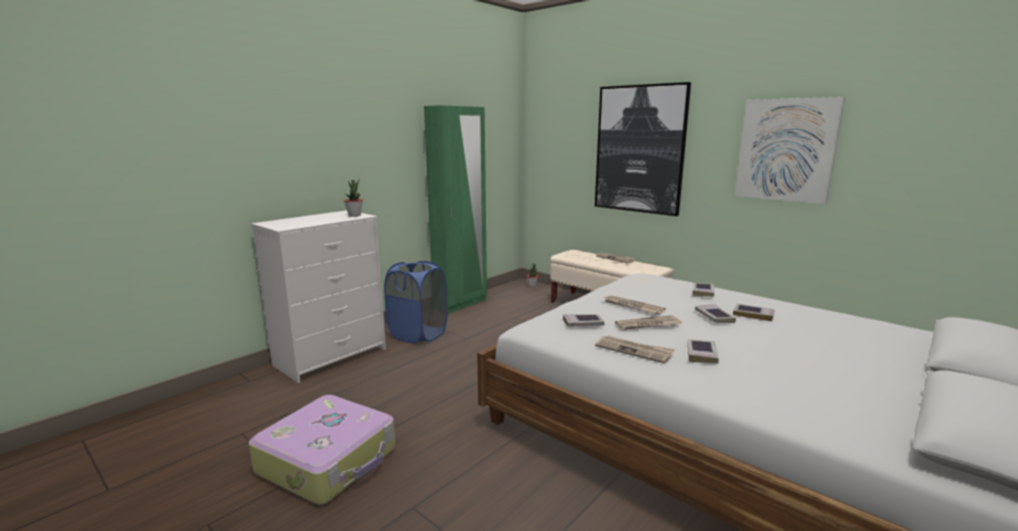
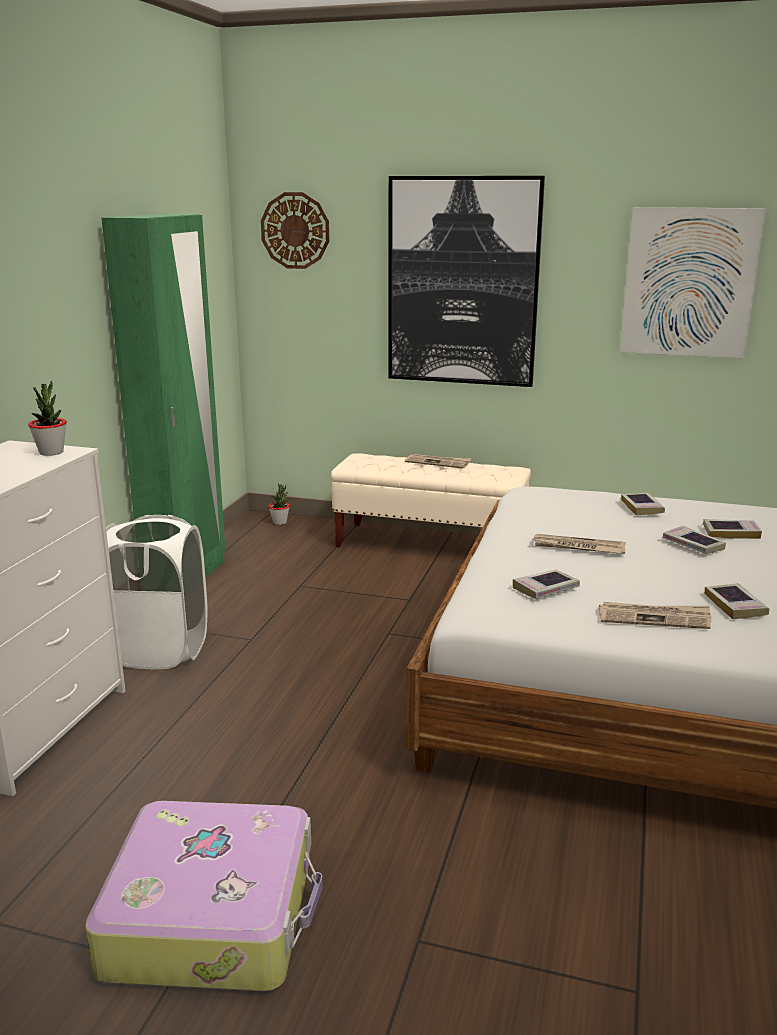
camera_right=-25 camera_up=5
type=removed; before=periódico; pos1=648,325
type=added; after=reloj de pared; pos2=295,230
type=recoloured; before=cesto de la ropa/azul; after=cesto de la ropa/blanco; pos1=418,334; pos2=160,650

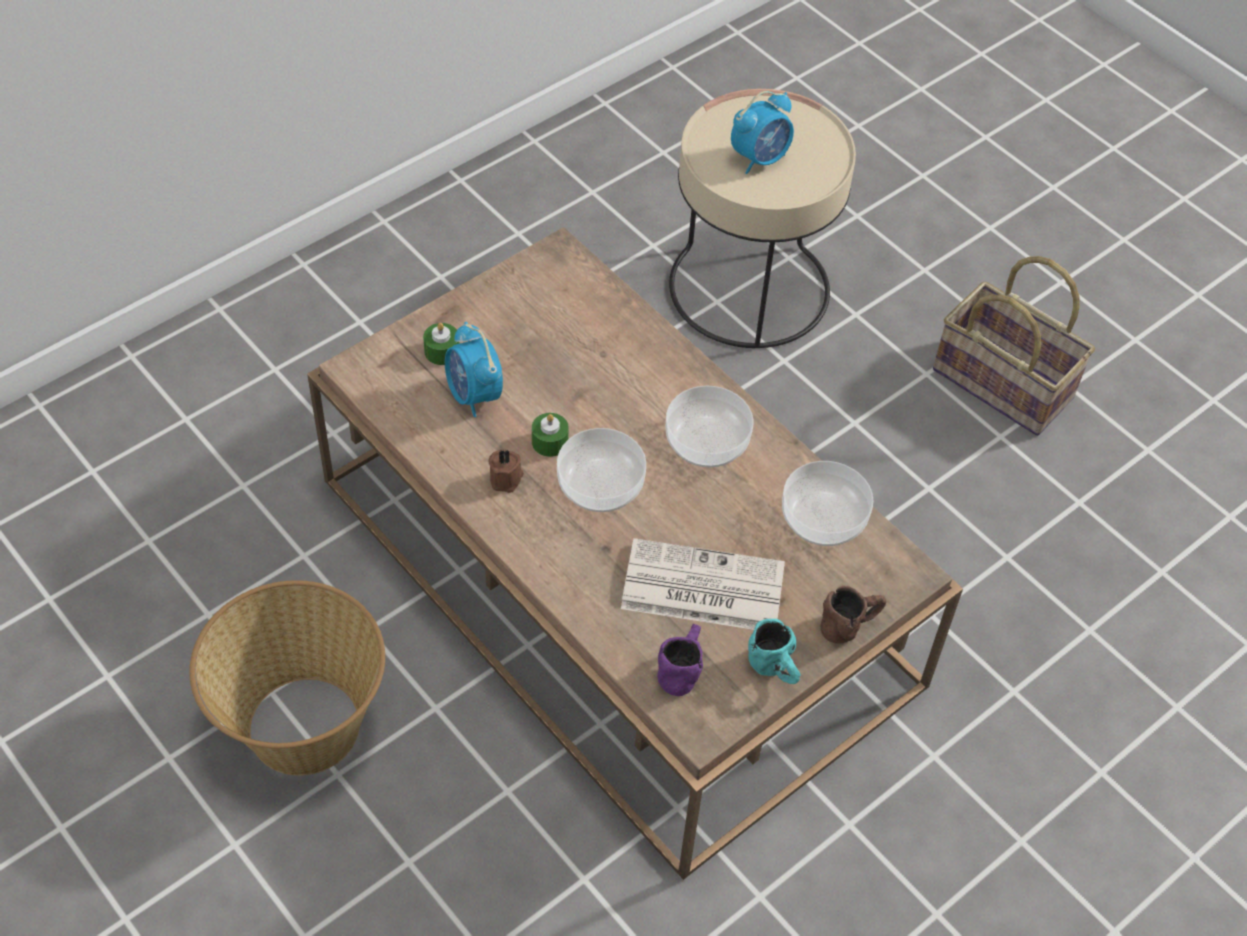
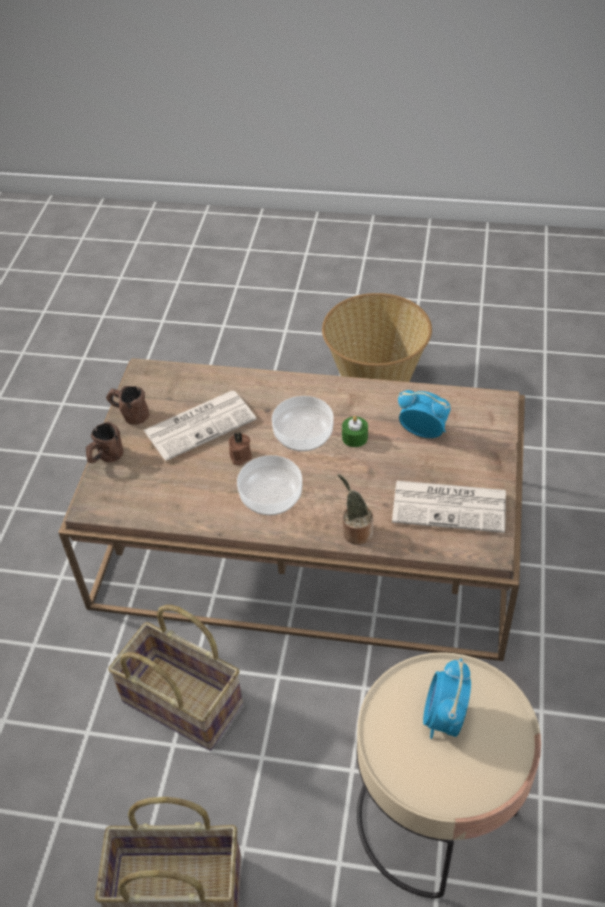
camera_right=145 camera_up=-5
type=removed; before=vela/verde; pos1=442,351
type=removed; before=taza grande/morado; pos1=682,668
type=removed; before=cuenco; pos1=823,518
type=added; after=cesta; pos2=184,701
type=added; after=planta en maceta; pos2=355,532
type=added; after=periódico; pos2=450,506
type=moved; before=vela/marrón; pos1=507,479; pos2=239,456
type=recoloured; before=taza grande/turquesa; after=taza grande/marrón; pos1=775,670; pos2=129,414

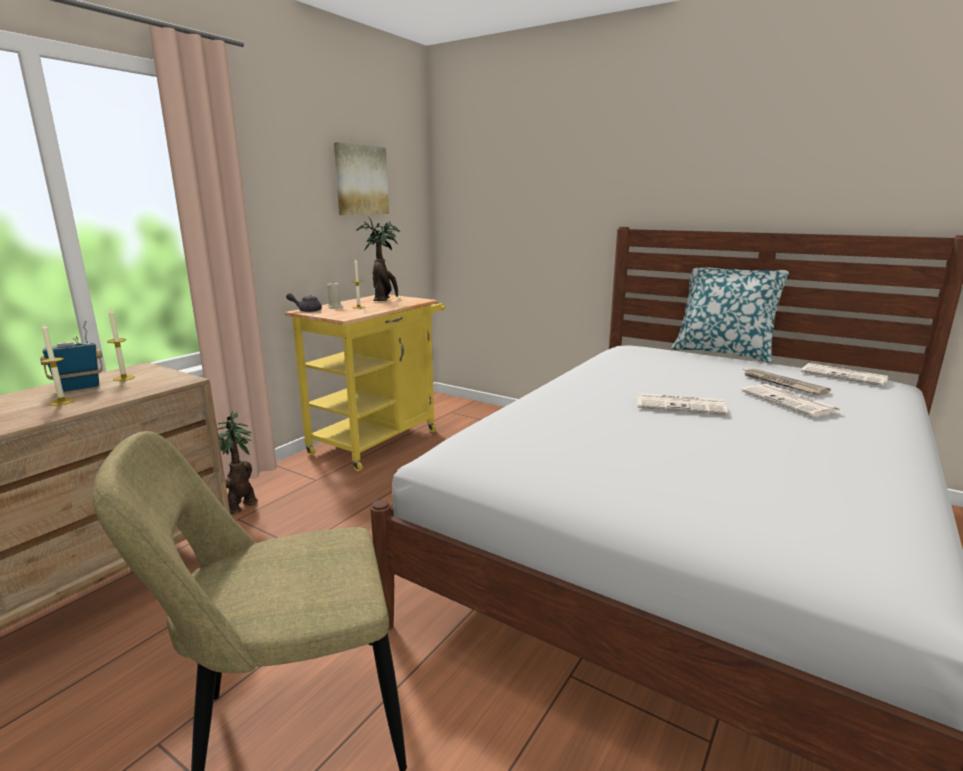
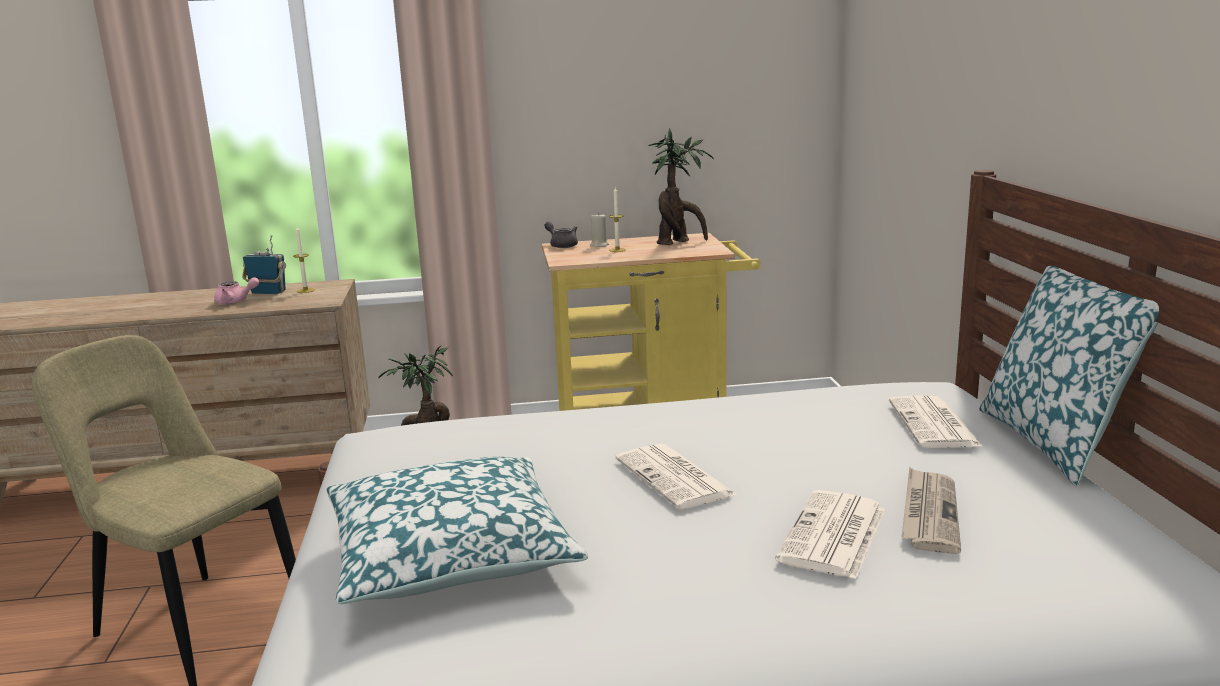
camera_right=50 camera_up=0
type=removed; before=cuadro; pos1=360,180
type=added; after=cojín; pos2=450,553
type=moved; before=periódico; pos1=845,376; pos2=935,424
type=replaced; before=vela; after=tetera/rosa; pos1=62,402; pos2=236,302

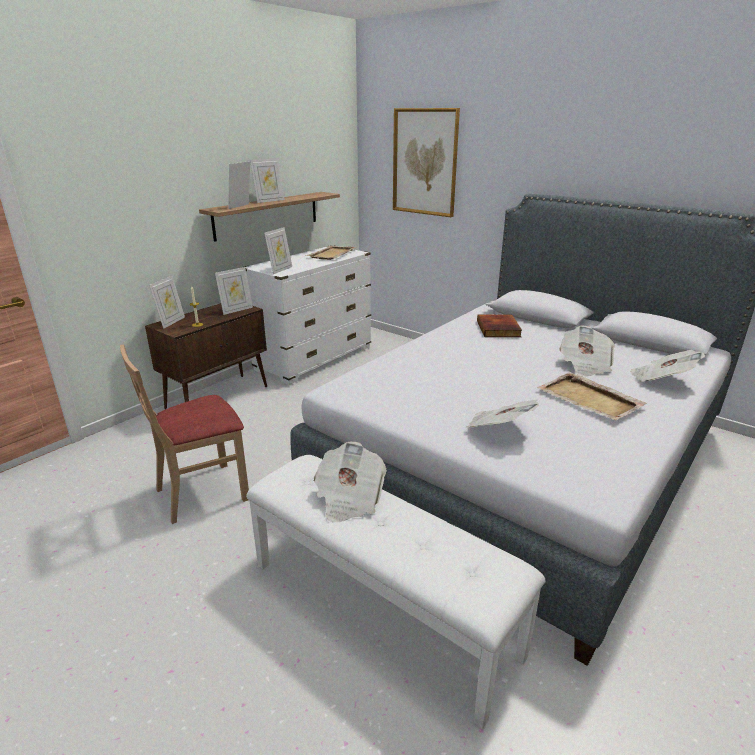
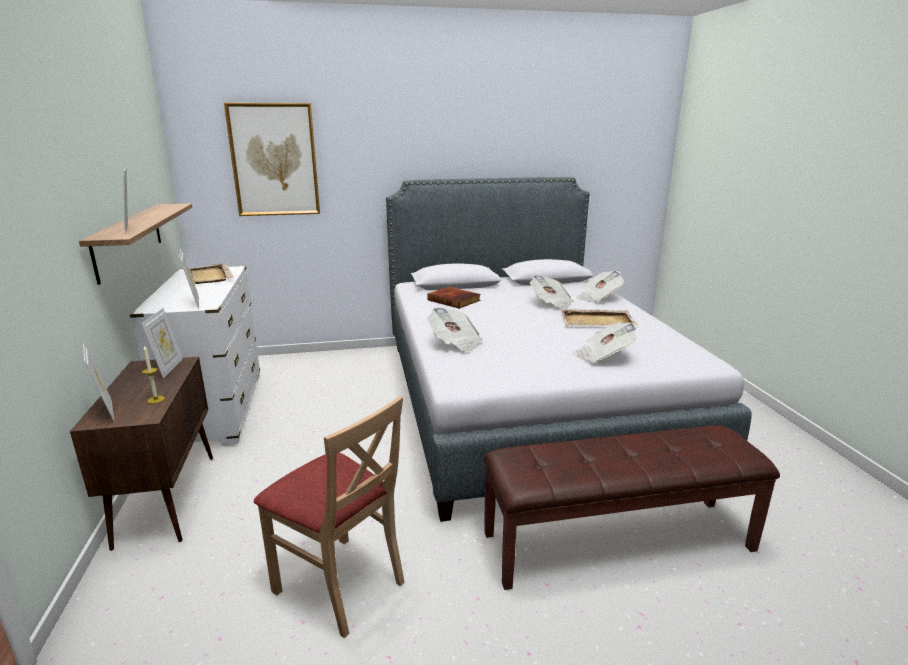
camera_right=-50 camera_up=-5
type=removed; before=portarretratos; pos1=269,201
type=moved; before=periódico; pos1=349,498; pos2=455,343
type=recoloured; before=banco/blanco; after=banco/marrón; pos1=382,607; pos2=617,540
type=turned; before=silla/beis; pos1=202,492; pos2=340,584; turn=-60

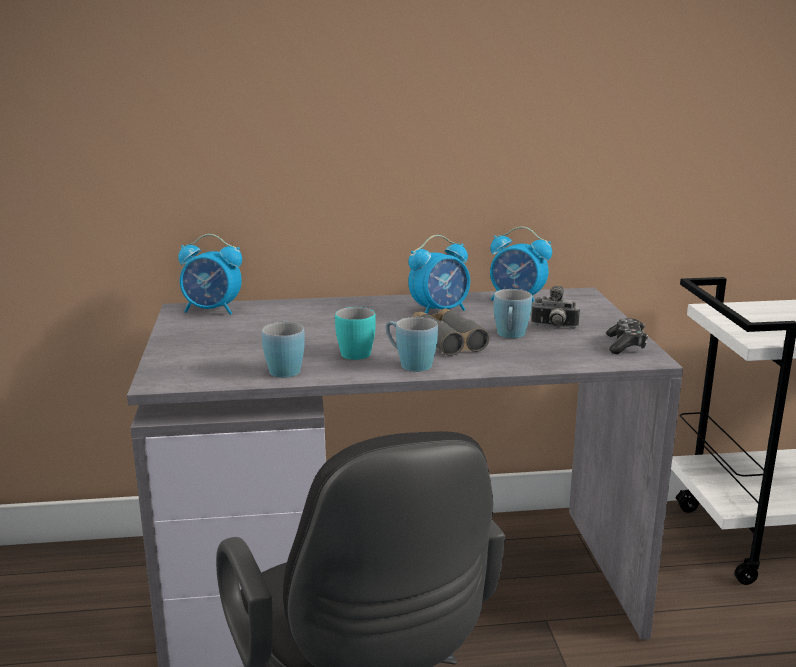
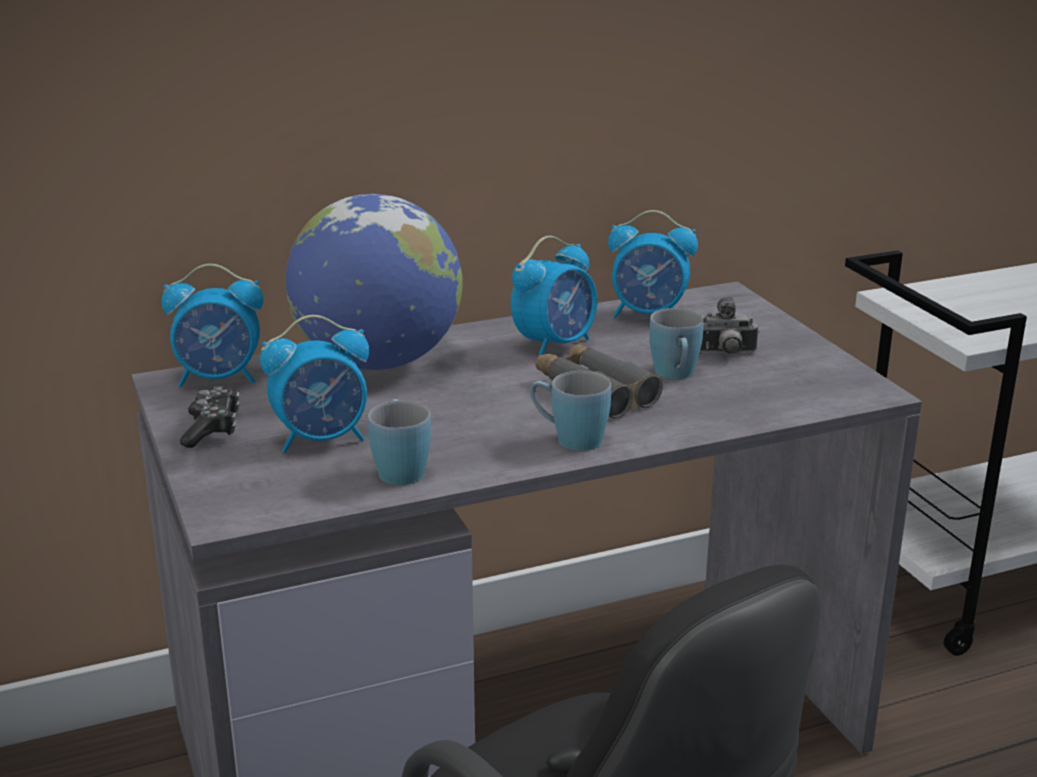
camera_right=-15 camera_up=5
type=removed; before=taza grande/turquesa; pos1=356,351
type=added; after=despertador; pos2=322,439
type=added; after=globo terráqueo; pos2=378,362
type=moved; before=mando de consola; pos1=626,345; pos2=212,428

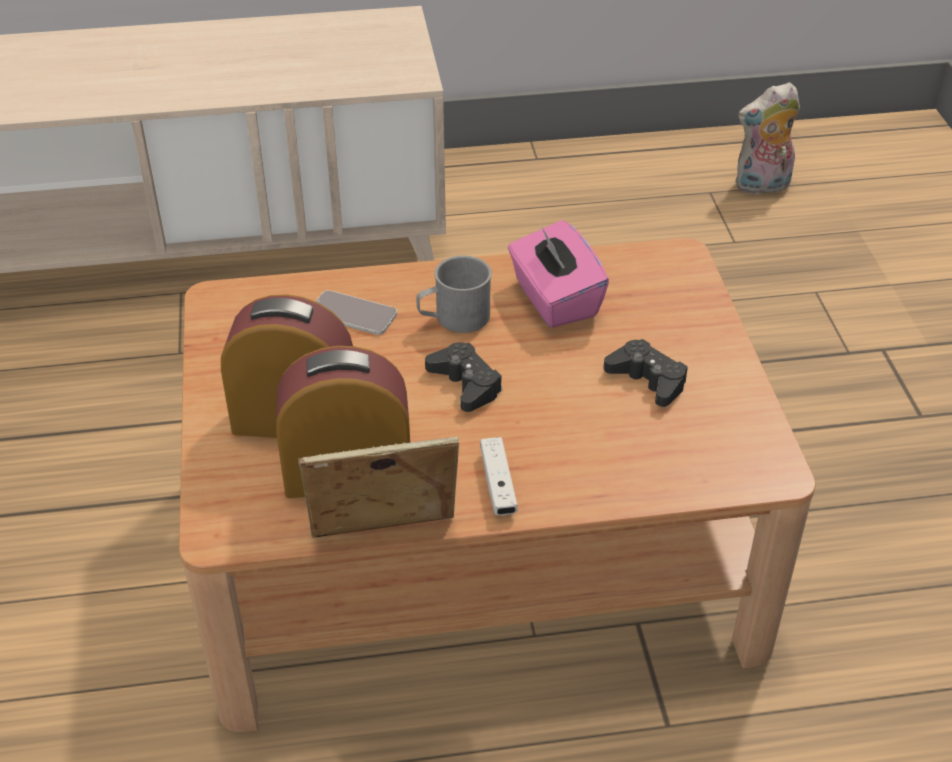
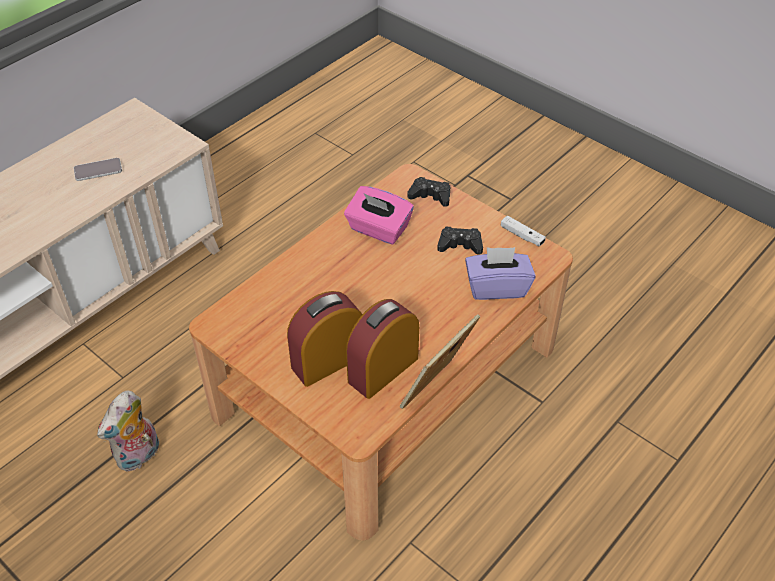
camera_right=-40 camera_up=5
type=removed; before=taza grande/gris; pos1=454,318
type=added; after=caja de pañuelos/morado; pos2=497,287
type=moved; before=móvil; pos1=353,314; pos2=98,170
type=moved; before=mando de consola/negro; pos1=465,384; pos2=430,196
type=moved; before=mando de consola/blanco; pos1=498,484; pos2=522,235
type=moved; before=peluche; pos1=762,186; pos2=139,456

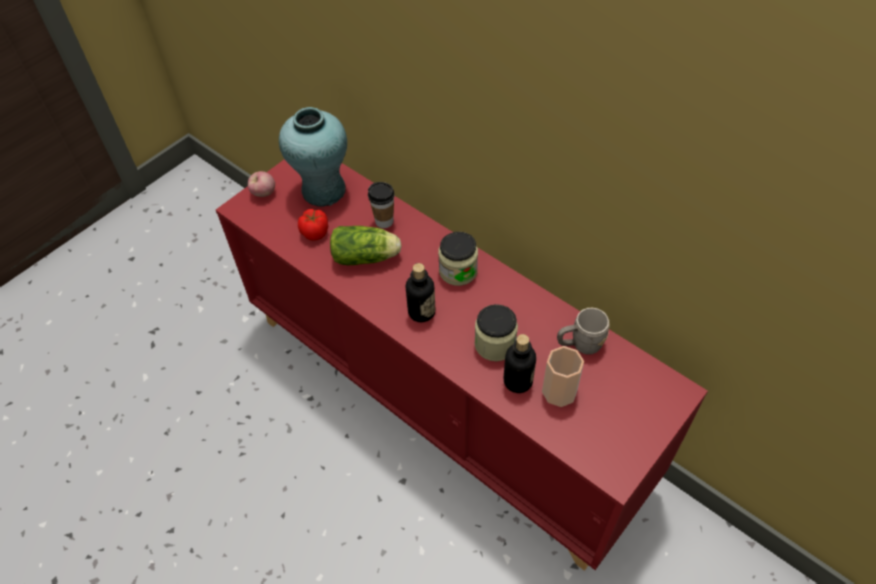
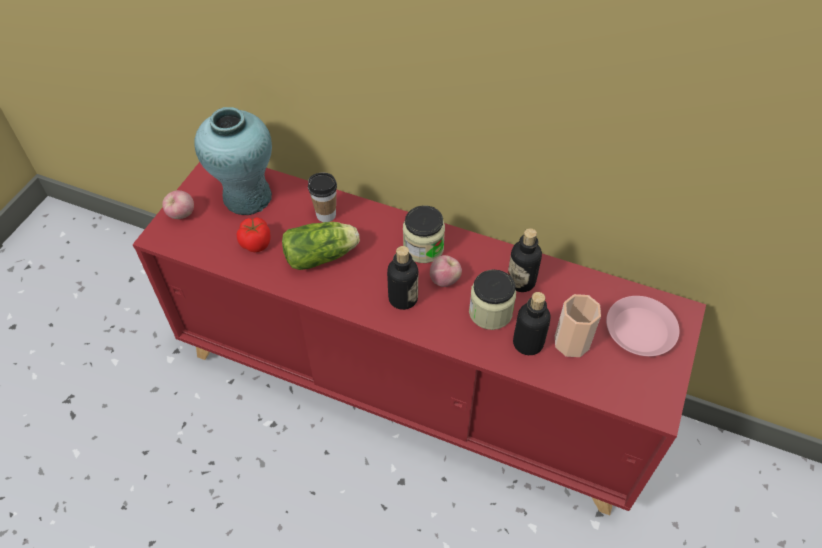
camera_right=-20 camera_up=0
type=removed; before=taza grande/gris; pos1=580,344
type=added; after=manzana; pos2=445,280
type=added; after=botella; pos2=521,281
type=added; after=plato/rosa; pos2=640,330

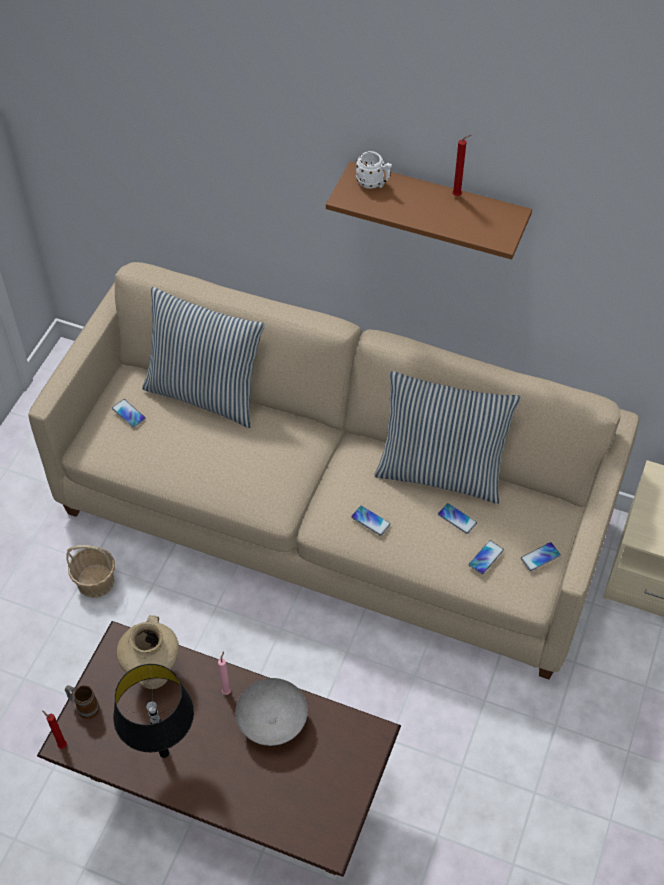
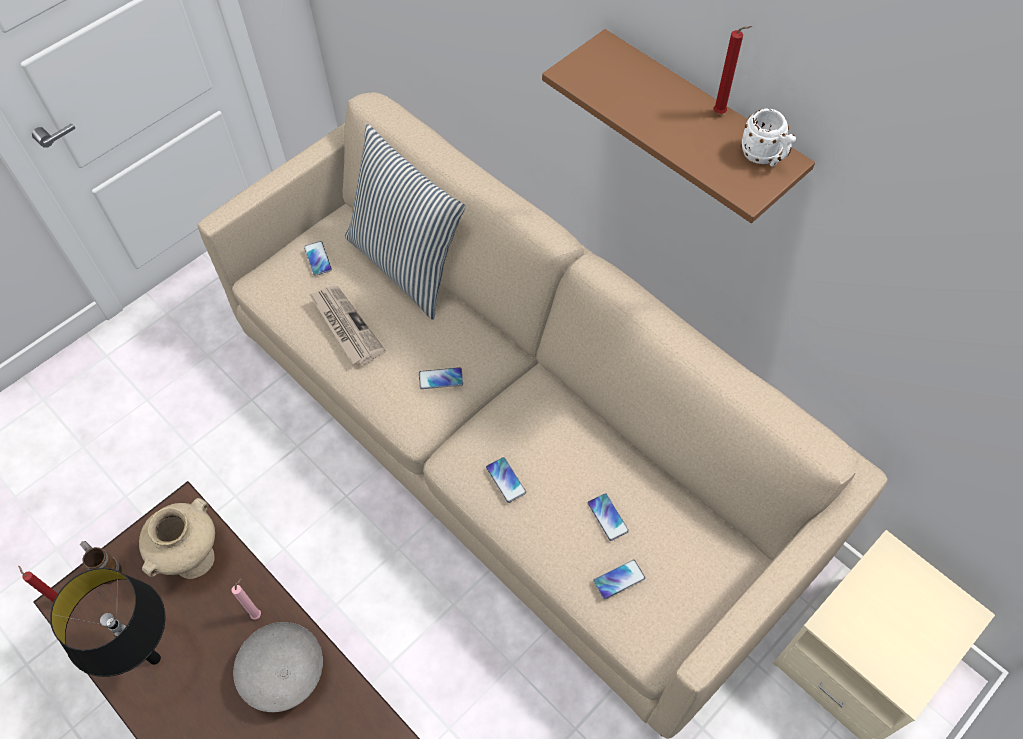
camera_right=25 camera_up=5
type=removed; before=cesta; pos1=96,581
type=removed; before=cojín; pos1=440,472
type=added; after=periódico; pos2=345,326
type=moved; before=taza grande/blanco; pos1=374,184; pos2=764,157
type=moved; before=móvil; pos1=540,557; pos2=441,379

